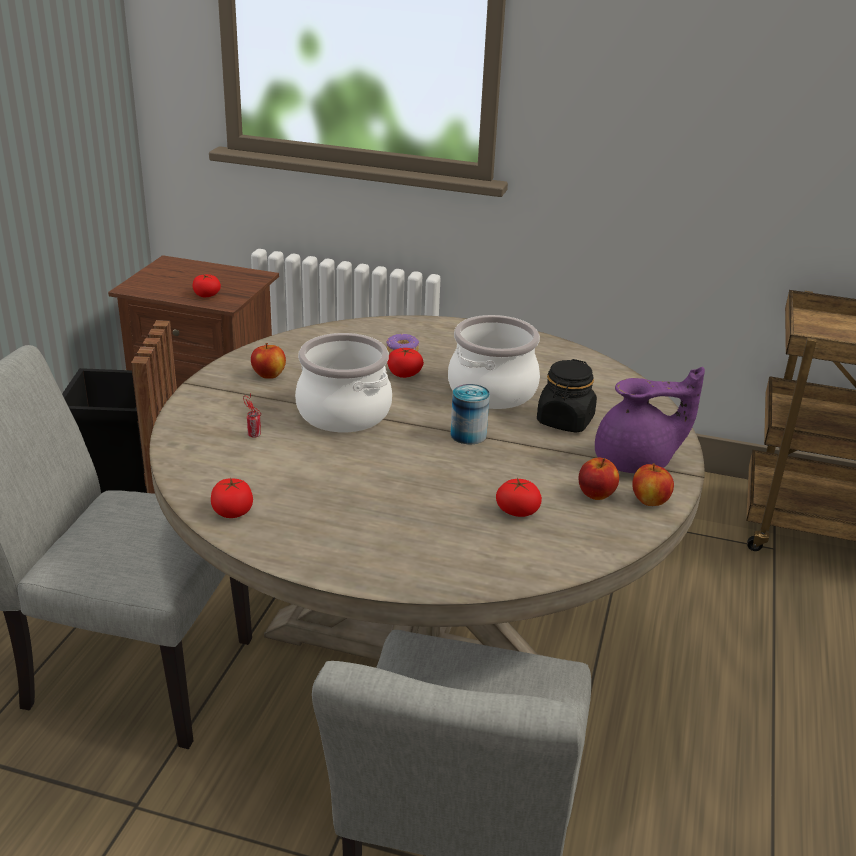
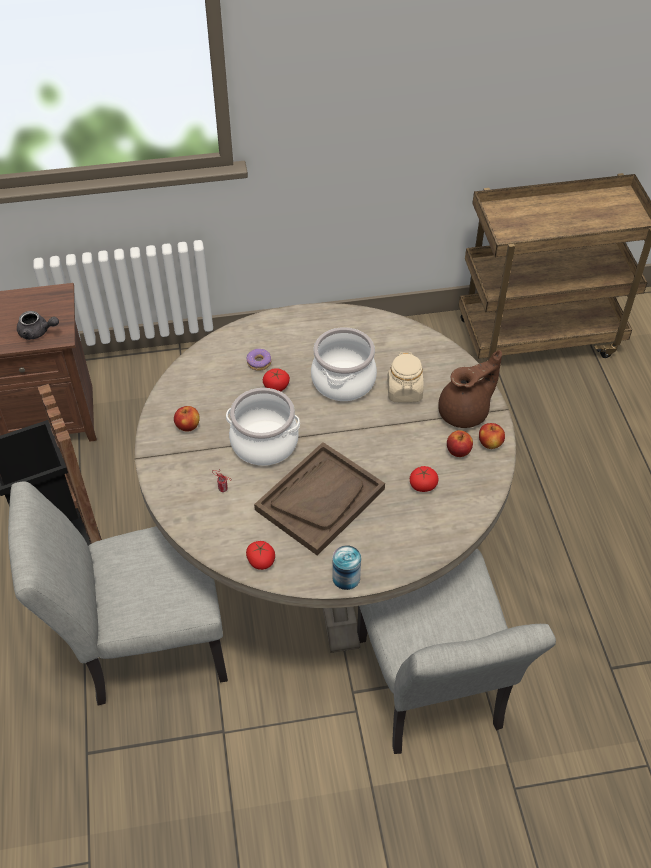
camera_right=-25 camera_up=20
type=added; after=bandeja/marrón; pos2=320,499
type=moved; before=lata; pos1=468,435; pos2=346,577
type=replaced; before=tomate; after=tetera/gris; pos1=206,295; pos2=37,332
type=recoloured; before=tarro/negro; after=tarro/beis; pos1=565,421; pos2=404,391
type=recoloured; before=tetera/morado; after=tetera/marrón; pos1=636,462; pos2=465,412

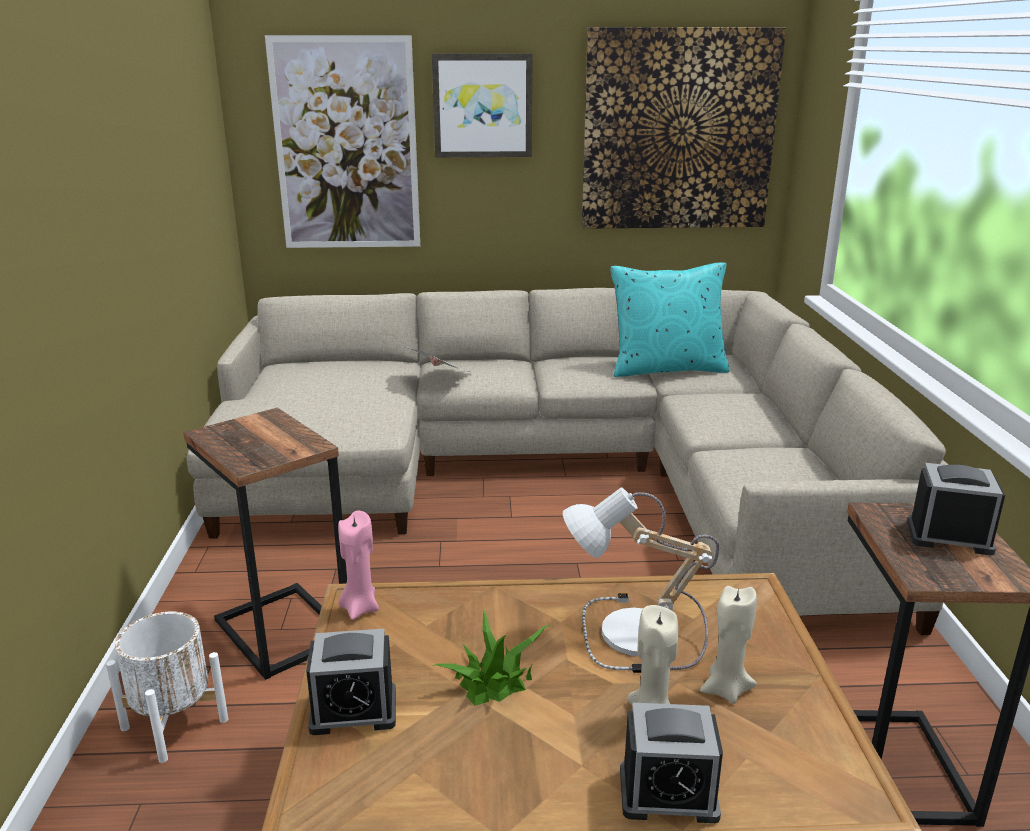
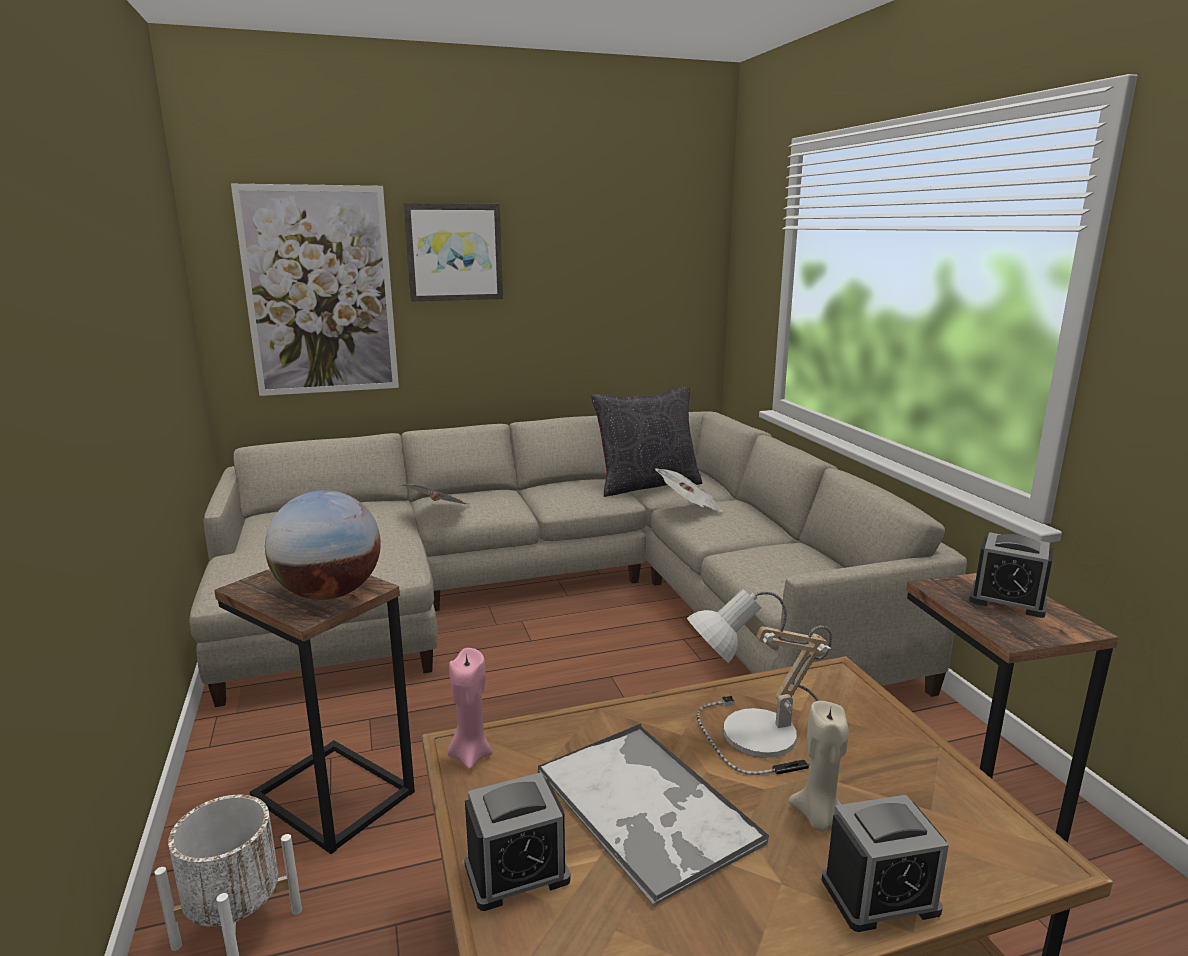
camera_right=-15 camera_up=-5
type=removed; before=cuadro; pos1=678,131
type=removed; before=vela/beis; pos1=725,689
type=added; after=globo terráqueo; pos2=329,594
type=added; after=periódico; pos2=689,507
type=replaced; before=planta en maceta; after=bandeja; pos1=493,680; pos2=647,808
type=recoloured; before=cojín/turquesa; after=cojín/negro; pos1=666,369; pos2=647,485
type=turned; before=despertador; pos1=949,537; pos2=1007,600; turn=-150

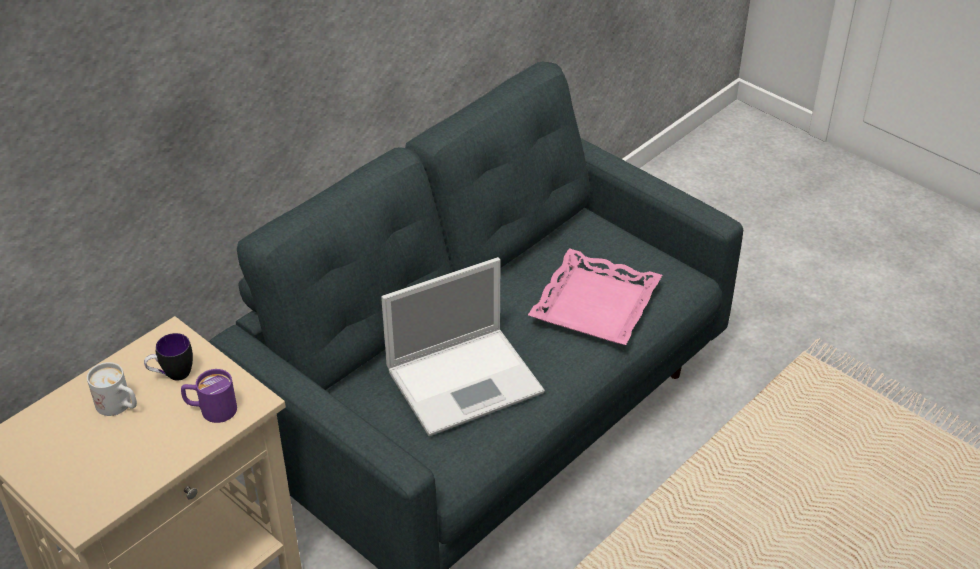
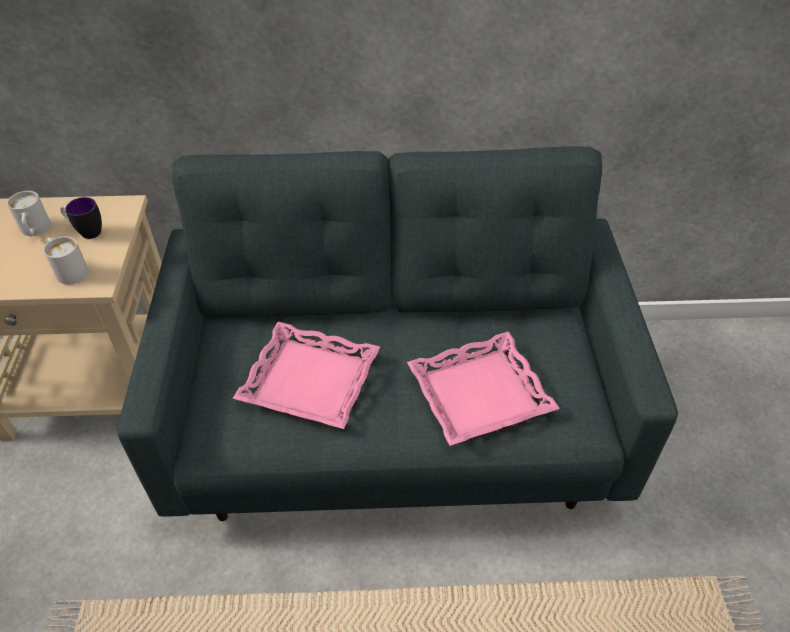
camera_right=45 camera_up=5
type=replaced; before=portátil; after=bandeja/rosa; pos1=467,380; pos2=310,380
type=recoloured; before=taza grande/morado; after=taza grande/blanco; pos1=211,410; pos2=69,270

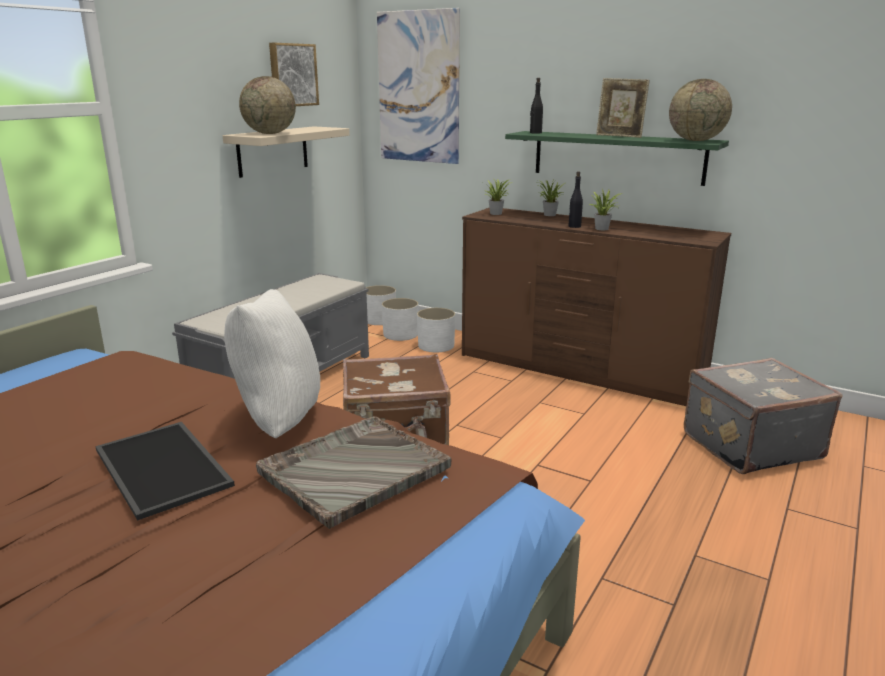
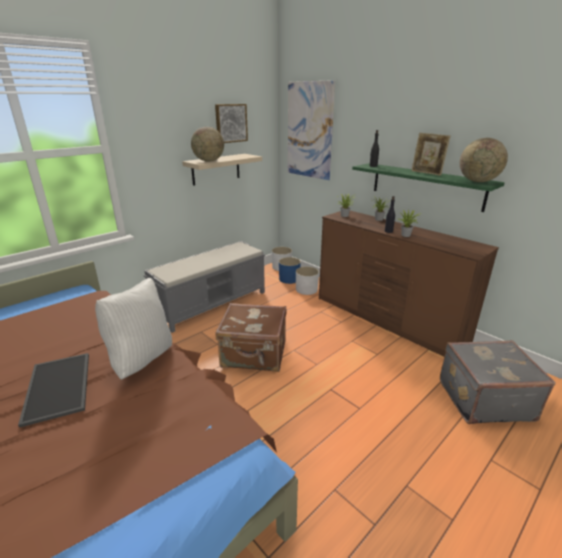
camera_right=15 camera_up=5
type=removed; before=bandeja/gris; pos1=353,470
type=recoloured; before=maceta/blanco; after=maceta/azul; pos1=400,334; pos2=289,279

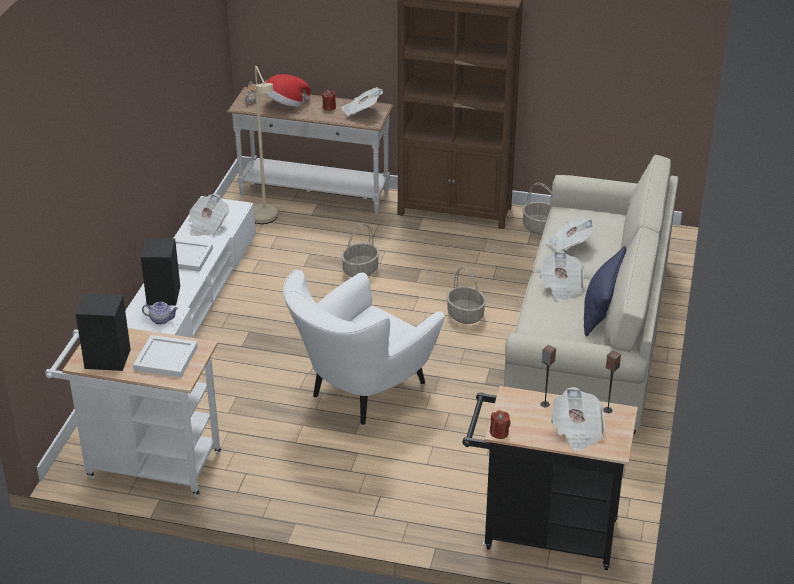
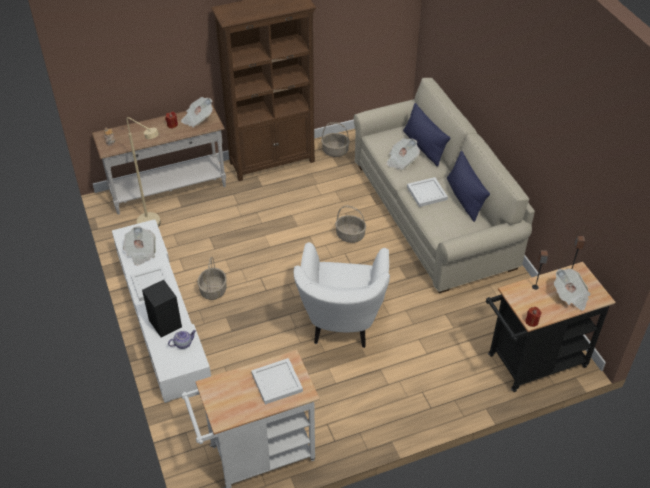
camera_right=-35 camera_up=10
type=removed; before=altavoz/negro; pos1=109,359
type=removed; before=sombrero; pos1=285,104
type=added; after=cojín/azul; pos2=423,147
type=moved; before=cesta; pos1=360,270; pos2=213,290
type=replaced; before=periódico; after=bandeja/blanco; pos1=561,286; pos2=427,193

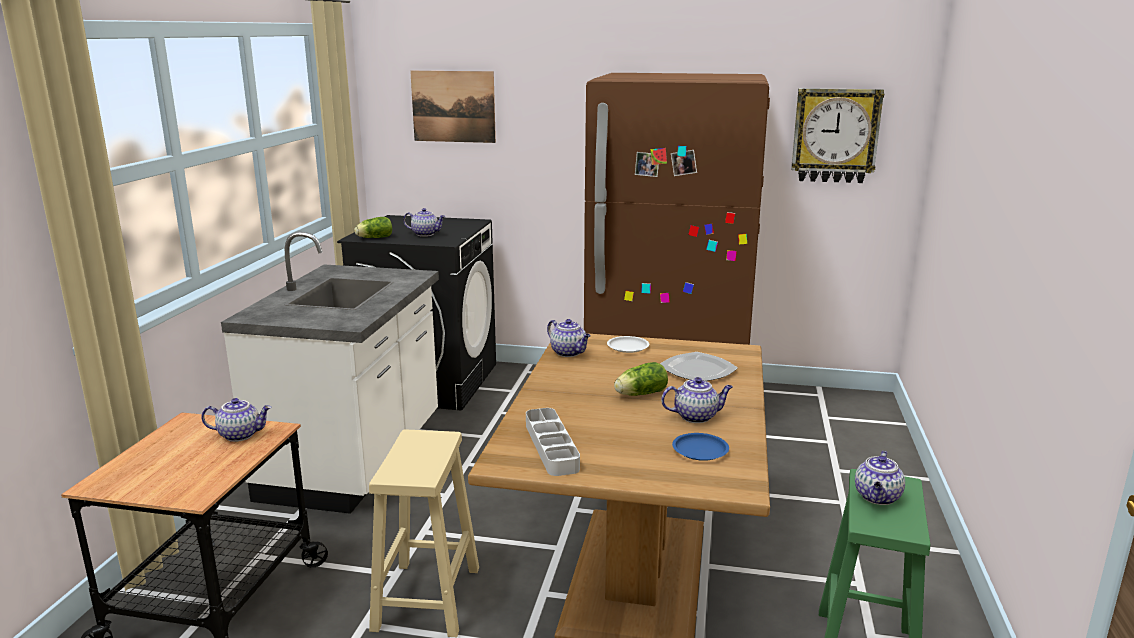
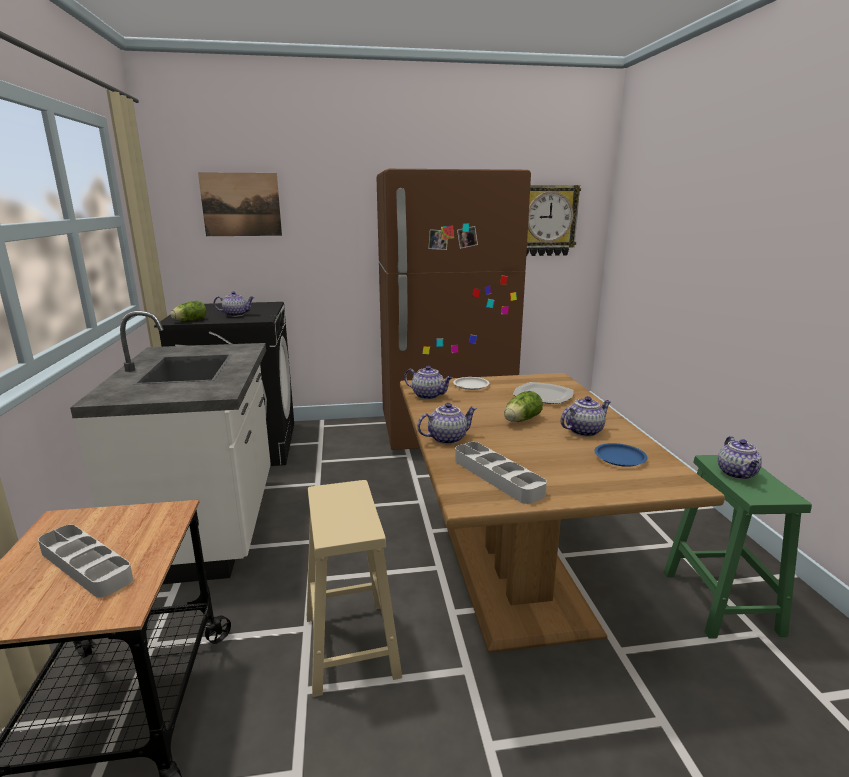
camera_right=-20 camera_up=0
type=added; after=bandeja/gris; pos2=85,565
type=moved; before=tetera; pos1=240,435; pos2=447,438

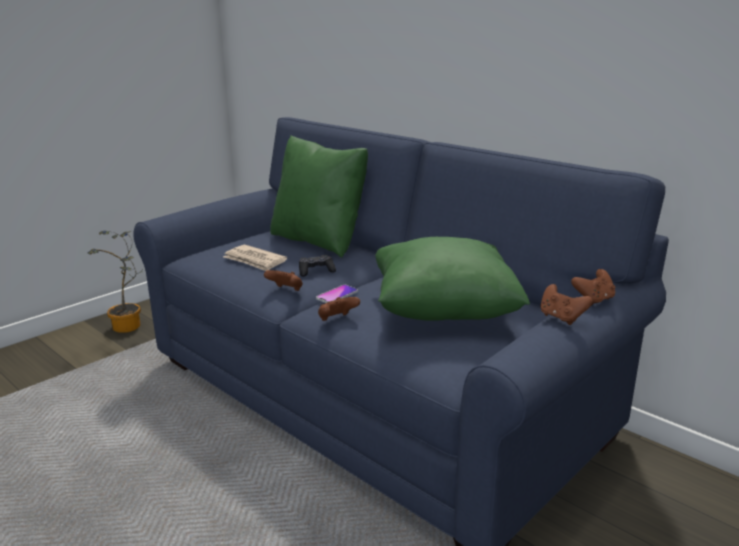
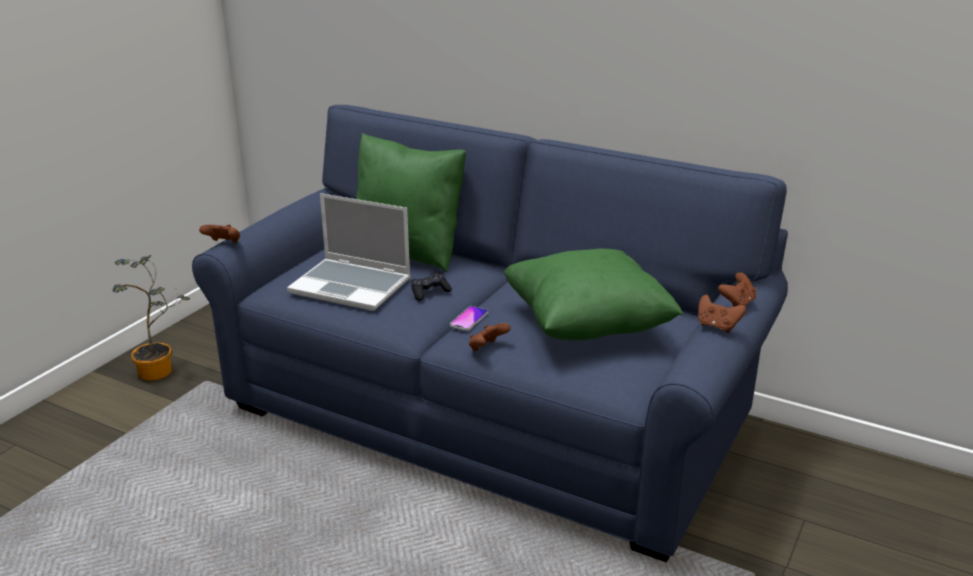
camera_right=-15 camera_up=5
type=moved; before=mando de consola/marrón; pos1=286,290; pos2=223,244
type=replaced; before=periódico; after=portátil; pos1=255,261; pos2=352,286

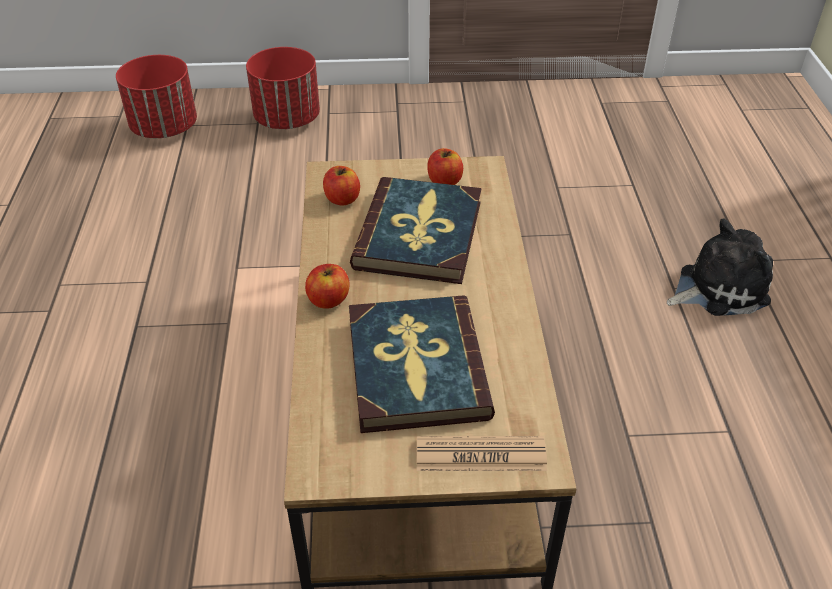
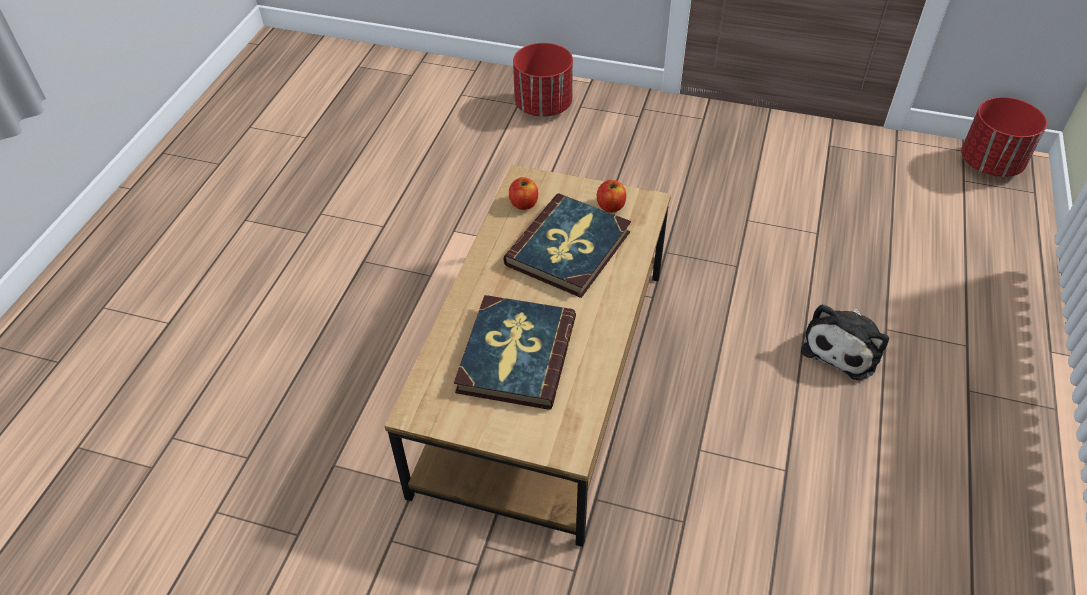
camera_right=20 camera_up=5
type=removed; before=manzana; pos1=328,300
type=removed; before=periódico; pos1=480,455
type=moved; before=maceta/rojo; pos1=165,128; pos2=990,164
type=turned; before=peluche; pos1=717,288; pos2=843,347; turn=120

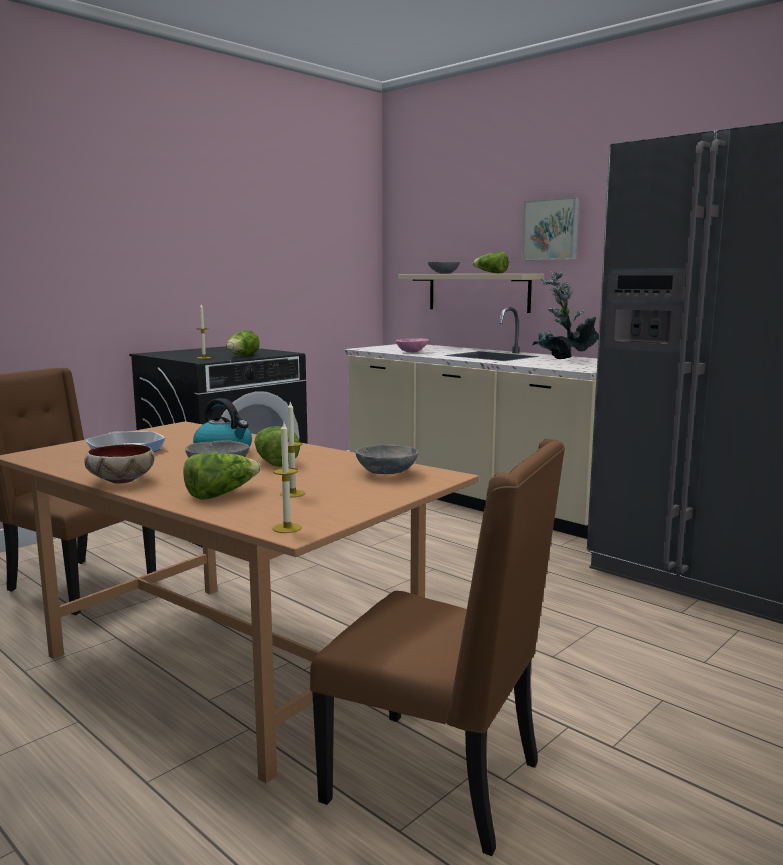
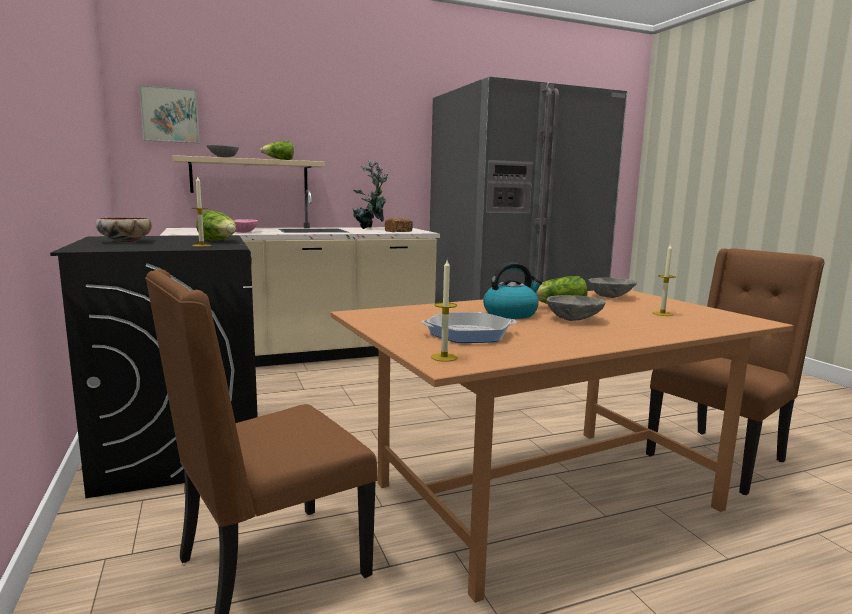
camera_right=-65 camera_up=0
type=removed; before=lechuga; pos1=221,494
type=added; after=pan; pos2=398,231
type=moved; before=cuenco; pos1=120,480; pos2=125,241
type=moved; before=vela; pos1=287,528; pos2=444,357
type=moved; before=cuadro; pos1=551,230; pos2=170,115

